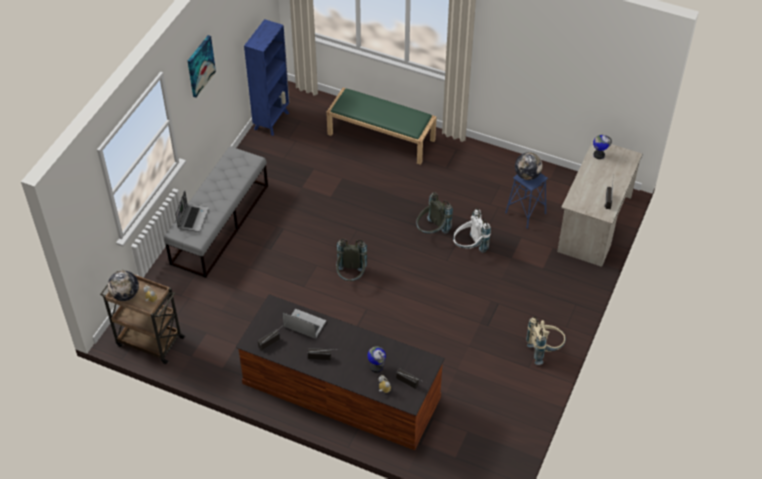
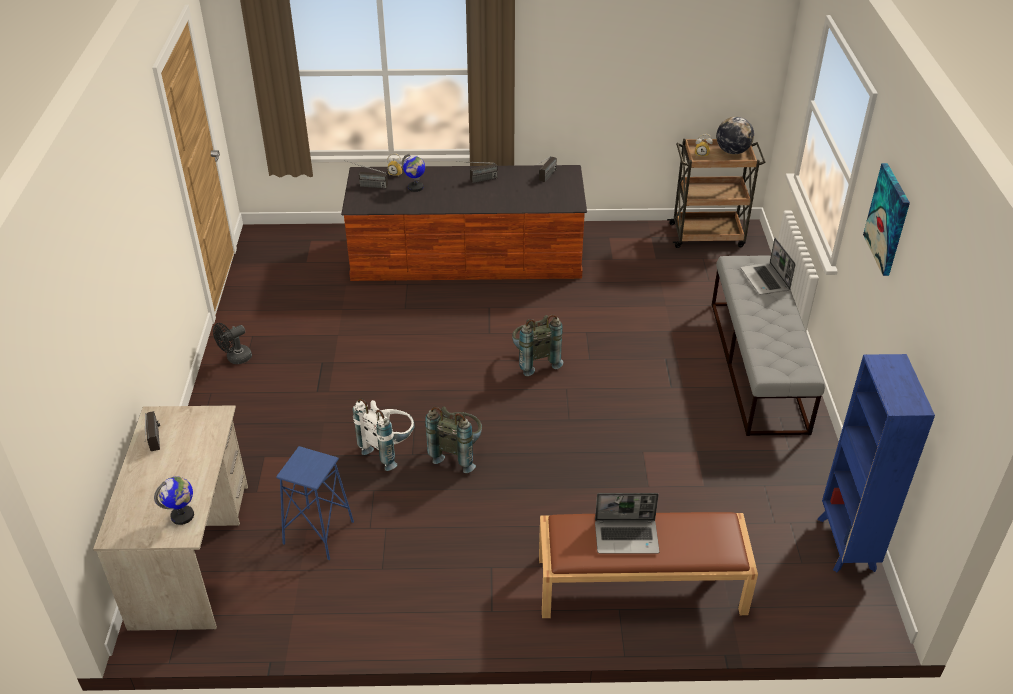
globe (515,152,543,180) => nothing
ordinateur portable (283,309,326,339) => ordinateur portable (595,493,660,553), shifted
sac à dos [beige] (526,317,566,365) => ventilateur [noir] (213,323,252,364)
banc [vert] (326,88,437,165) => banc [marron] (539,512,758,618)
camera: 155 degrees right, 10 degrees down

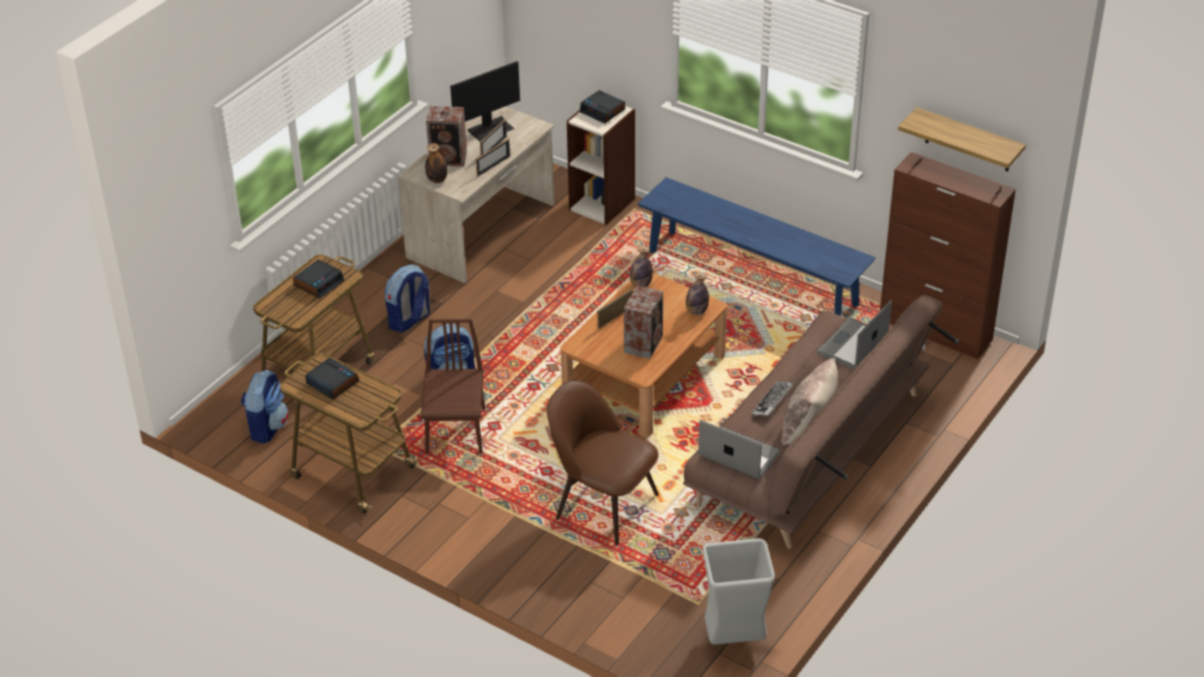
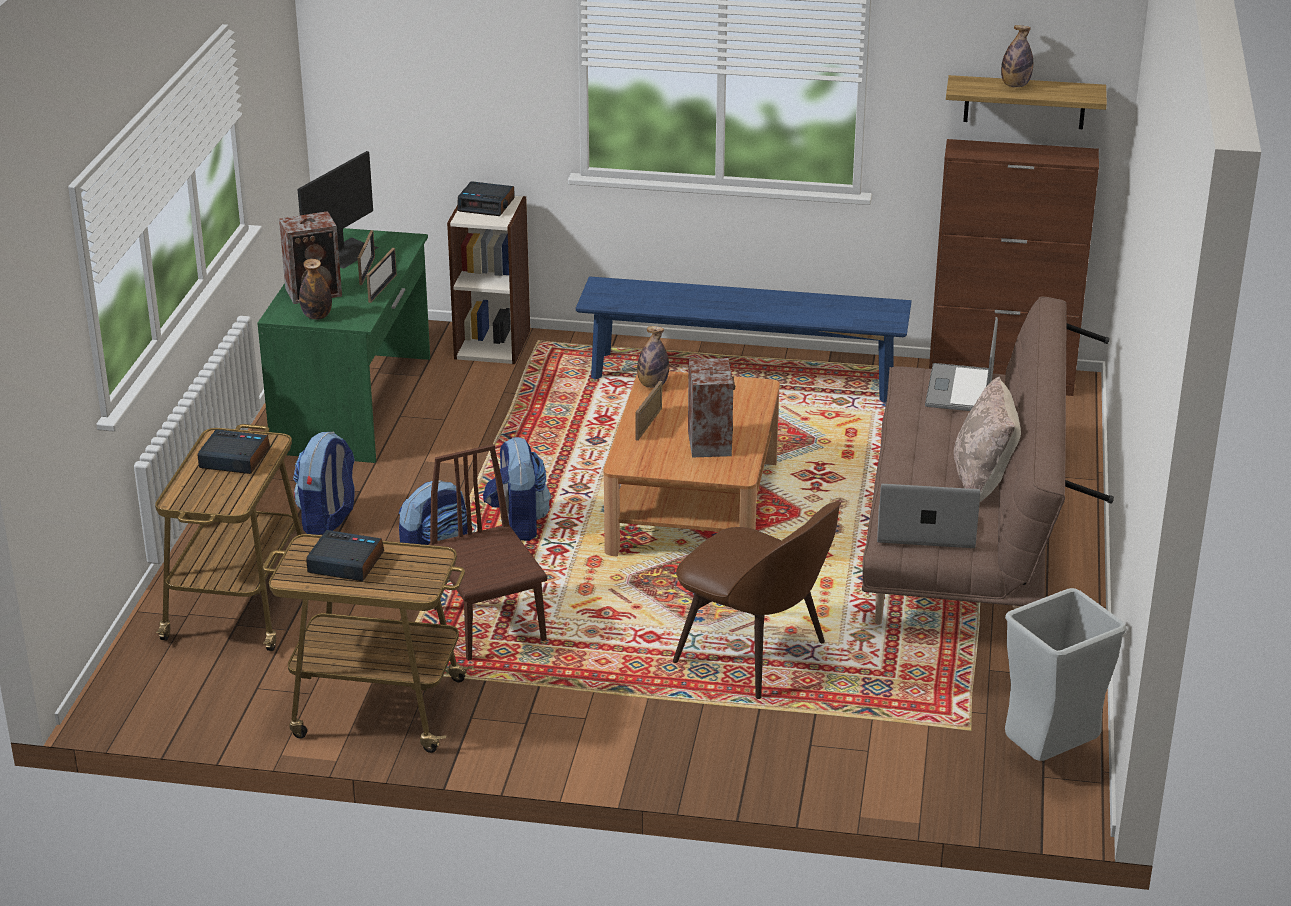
clavier (751,381,794,416) => nothing
sac à dos (240,370,289,444) => sac à dos (483,437,552,541), shifted
bouteille (686,272,709,315) => bouteille (1001,25,1033,87), shifted
bureau [beige] (398,106,554,283) => bureau [vert] (257,228,430,463)
réveil (293,259,344,299) => réveil (197,429,270,474), 90 degrees counterclockwise
chaise [marron] (547,380,659,546) => chaise [marron] (673,501,841,699), 150 degrees counterclockwise
camera: 25 degrees left, 10 degrees down

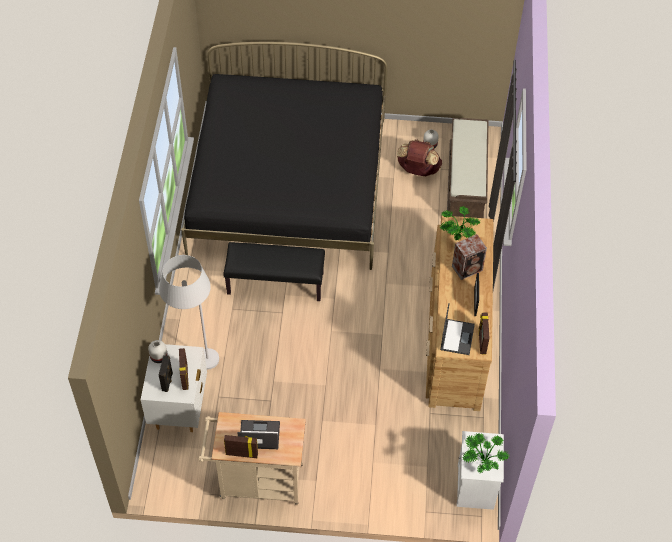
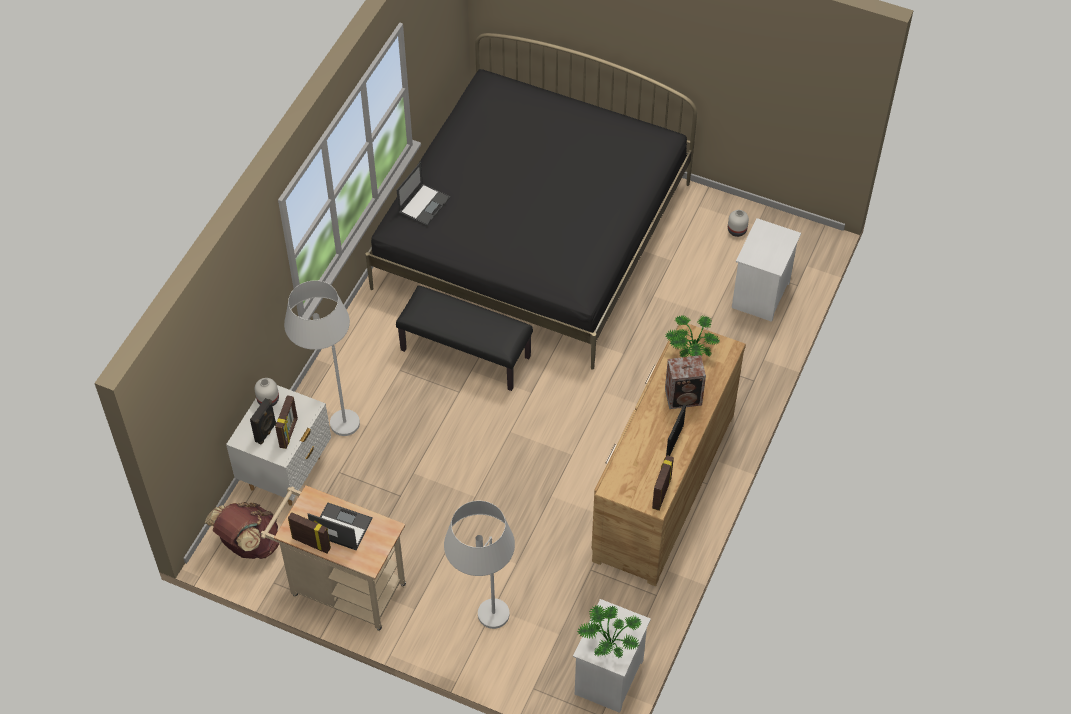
nothing => lampadaire [blanc] (444,501,515,629)
sac à dos [marron] (397,139,442,176) => sac à dos [marron] (205,502,279,559), shifted
ordinateur portable (440,303,475,355) => ordinateur portable (397,162,450,226), shifted
banc [marron] (447,118,489,218) => table de chevet [blanc] (732,218,801,322)
camera: 20 degrees right, 0 degrees up

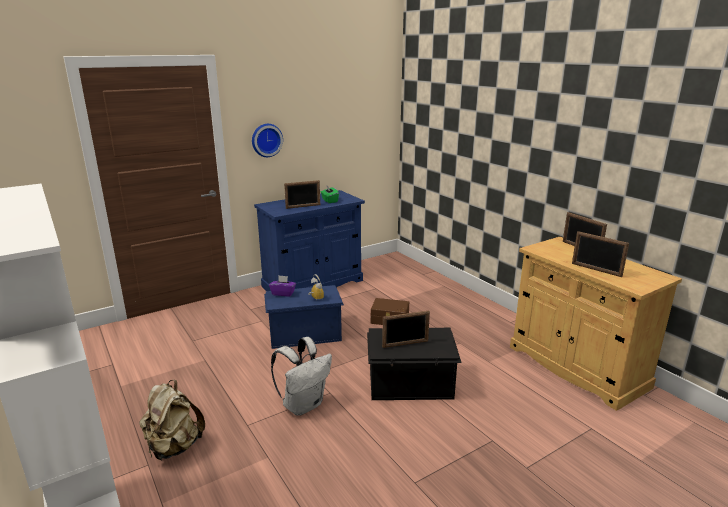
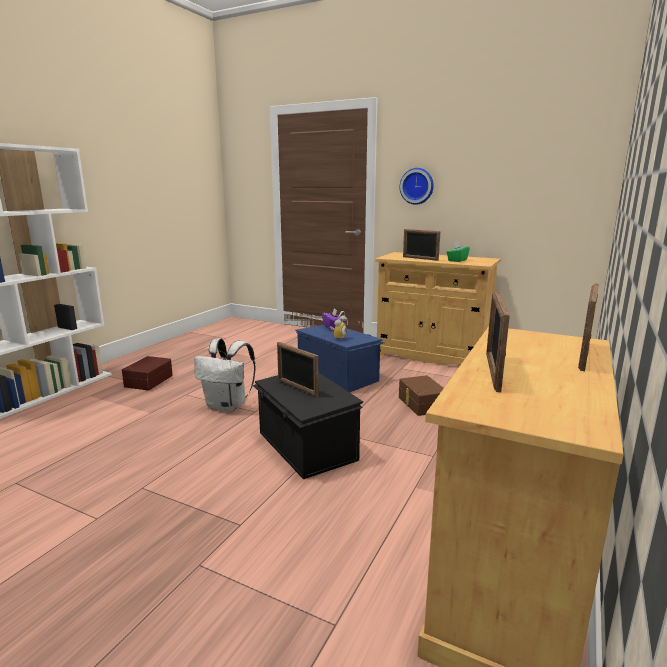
sac à dos [beige] (139,380,205,460) => boîte de rangement [marron] (122,356,173,391)
meuble de rangement [bleu] (254,190,365,291) => meuble de rangement [beige] (375,252,500,365)
camera: 60 degrees right, 5 degrees down

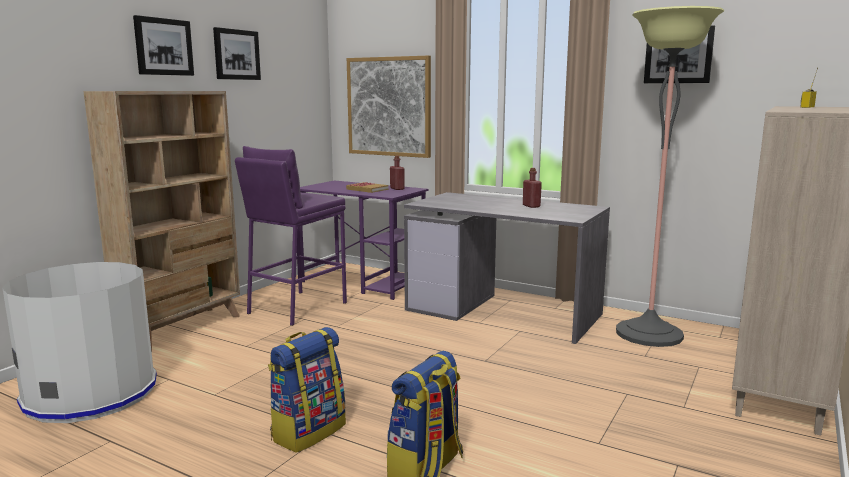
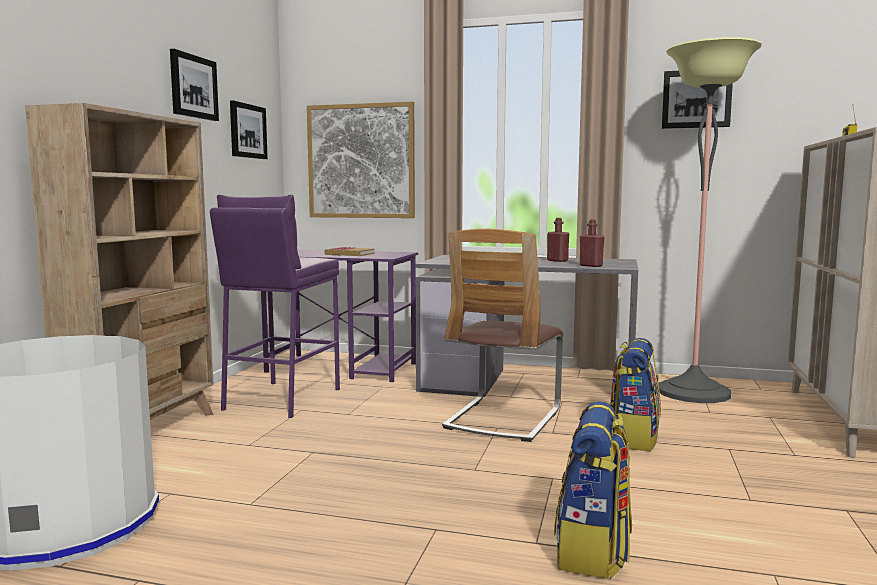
nothing => chaise (442,229,563,442)
tableau (133,15,194,76) => tableau (230,100,268,159), shifted
sac à dos (268,327,346,453) => sac à dos (610,338,661,451), shifted
bouteille [rouge] (390,156,404,190) => bouteille [rouge] (580,219,604,267), shifted
camera: 15 degrees left, 5 degrees down

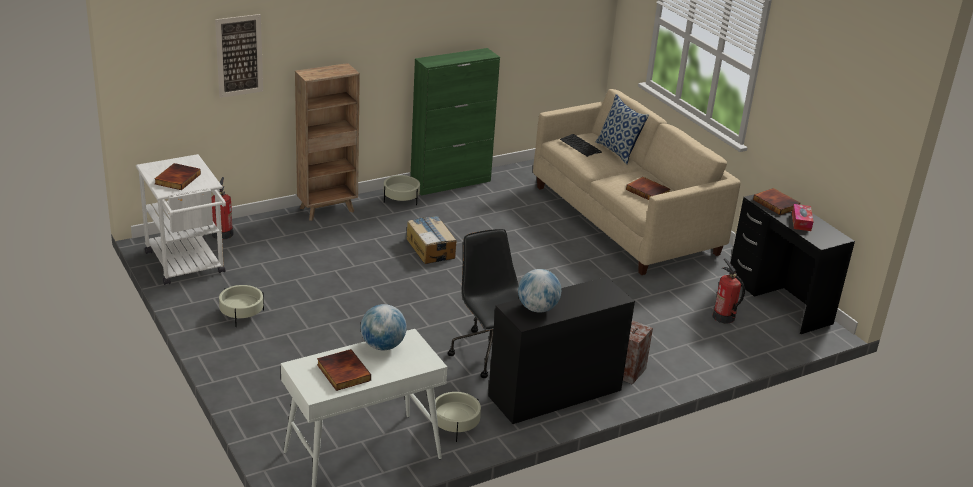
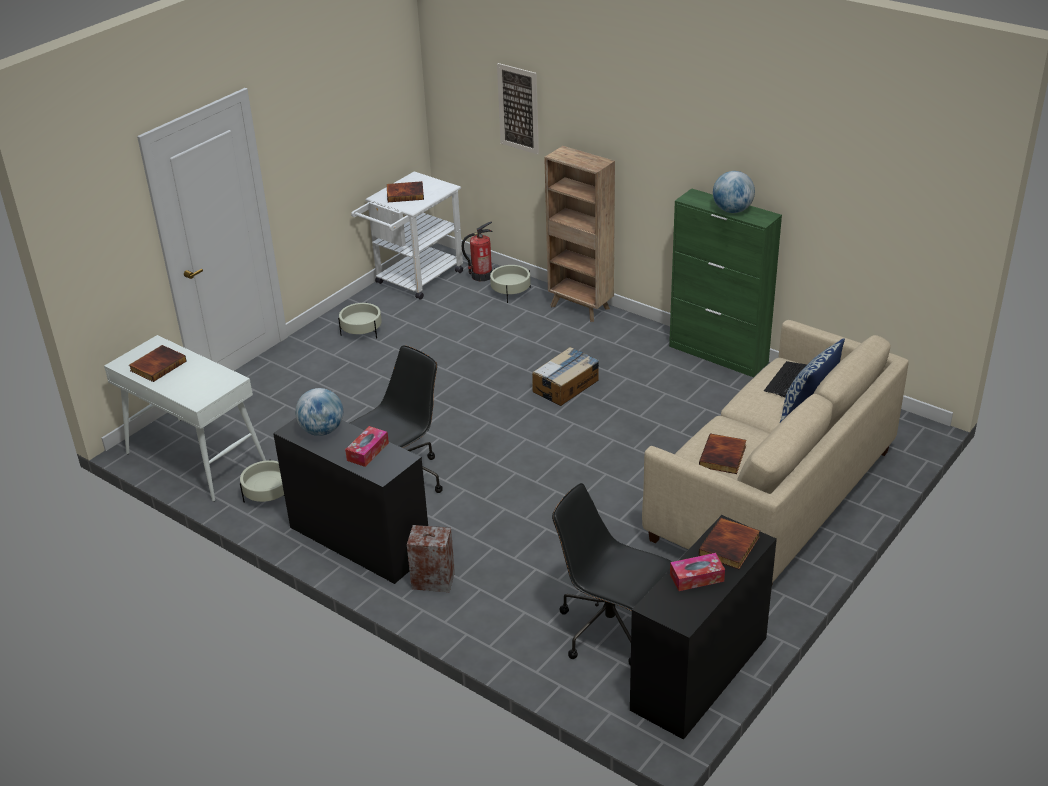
nothing => boîte à mouchoirs (345,426,389,467)
globe (361,304,407,350) => globe (713,171,755,213), shifted
cache-pot [beige] (384,175,420,205) => cache-pot [beige] (490,265,531,303), shifted
extincteur (712,258,745,324) => chaise de bureau [noir] (552,483,672,666)
camera: 70 degrees right, 5 degrees up

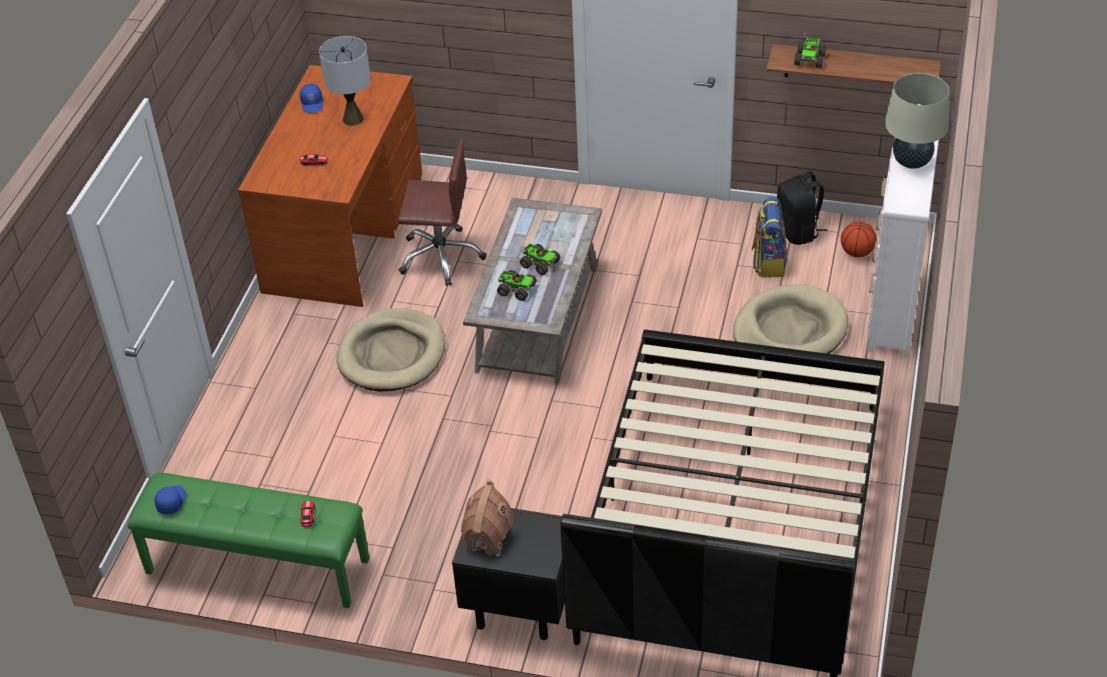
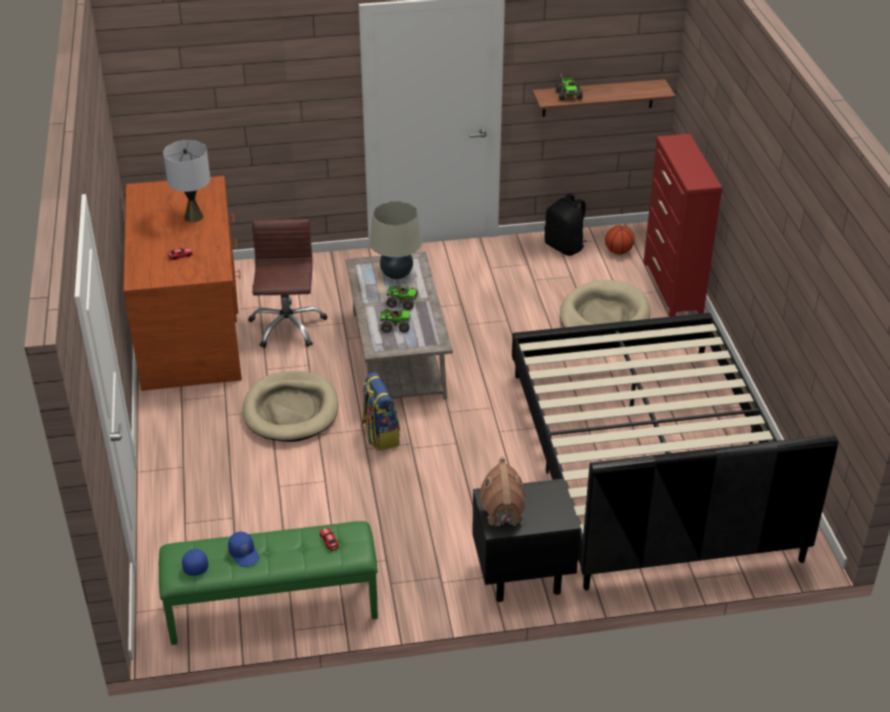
casquette [bleu] (300,84,323,113) => casquette [bleu] (228,532,259,567), shifted
sac à dos (752,197,787,277) => sac à dos (361,372,400,451), shifted
lampe de table [beige] (885,73,950,169) => lampe de table [beige] (370,201,422,279), shifted
commode [blanc] (867,138,939,357) => commode [rouge] (644,134,723,317)
chaise de bureau [marron] (398,140,487,286) => chaise de bureau [marron] (248,219,327,348), 75 degrees counterclockwise
camera: 25 degrees left, 5 degrees down

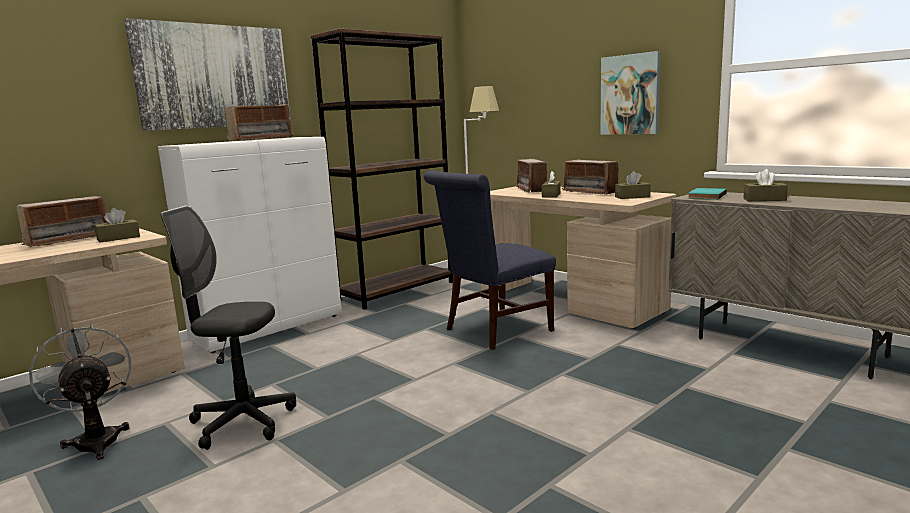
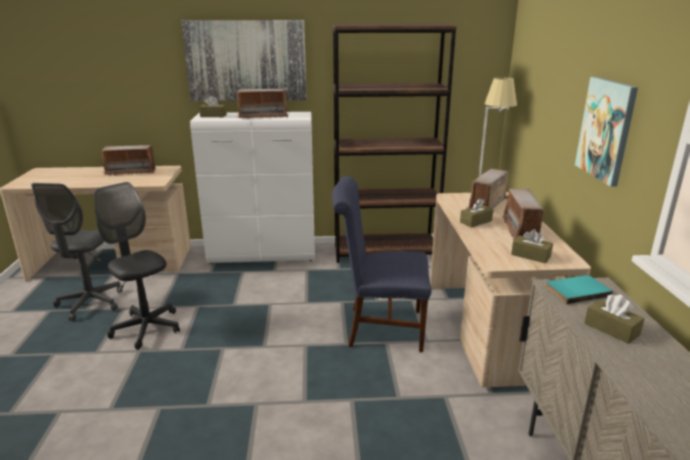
boîte à mouchoirs [marron] (94,208,140,242) => boîte à mouchoirs [marron] (199,96,227,117), shifted
ventilateur [gris] (29,324,131,460) => chaise de bureau [gris] (31,183,123,321)
camera: 40 degrees right, 10 degrees up

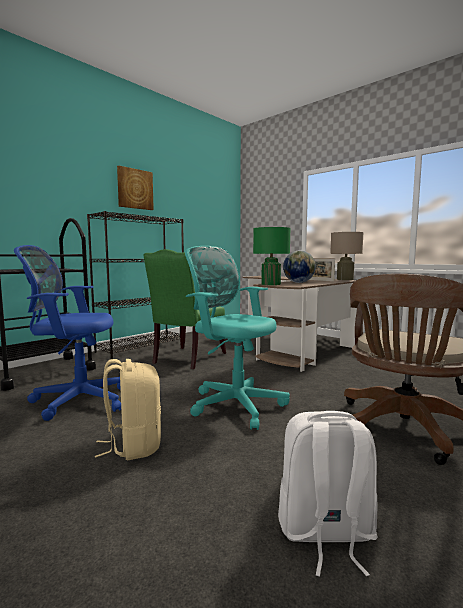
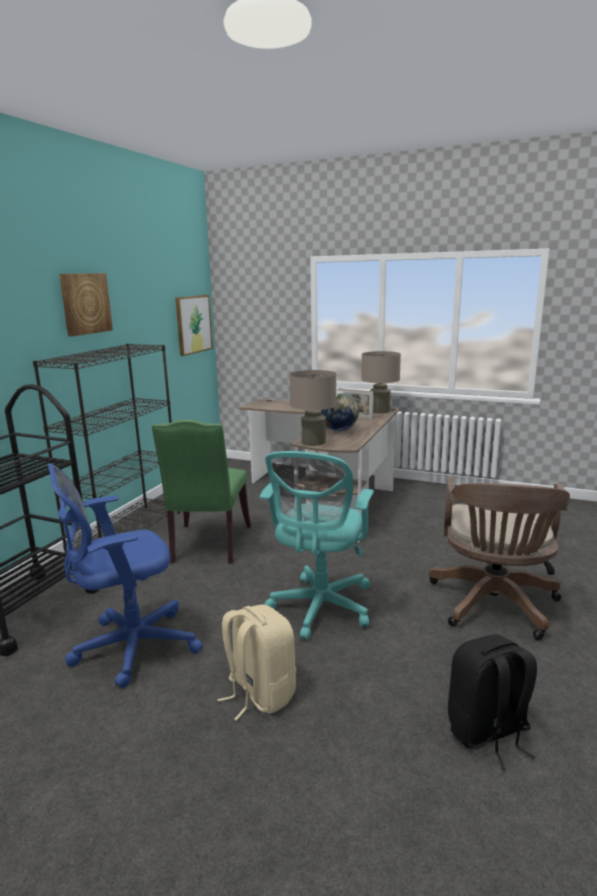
nothing => tableau (175,295,213,356)
lampe de table [vert] (253,227,291,285) => lampe de table [beige] (289,370,336,446)
sac à dos [blanc] (278,411,378,576) => sac à dos [noir] (448,635,537,770)
chaise de bureau [turquoise] (185,246,290,430) => chaise de bureau [turquoise] (260,451,374,640), 90 degrees counterclockwise
camera: 20 degrees left, 10 degrees up

